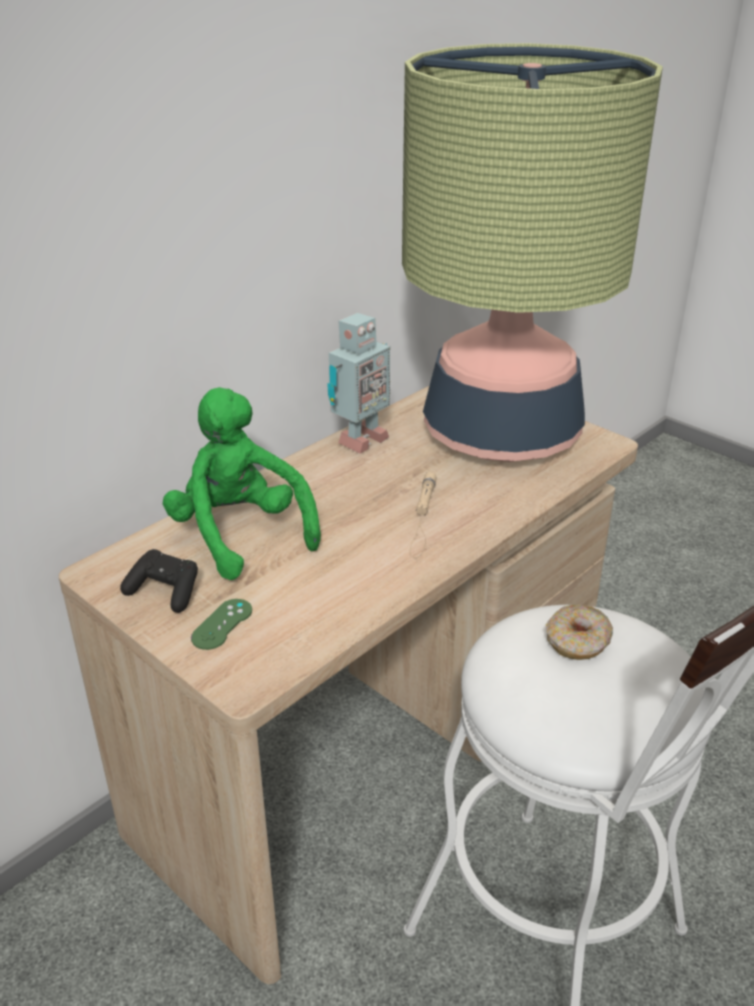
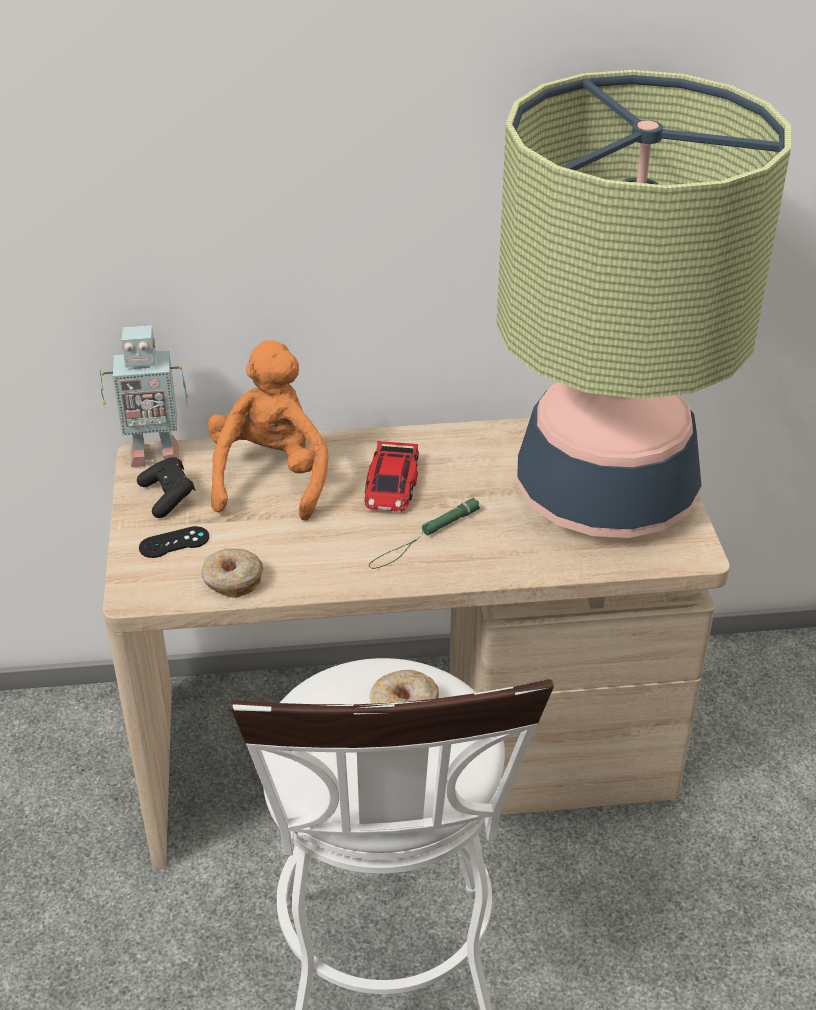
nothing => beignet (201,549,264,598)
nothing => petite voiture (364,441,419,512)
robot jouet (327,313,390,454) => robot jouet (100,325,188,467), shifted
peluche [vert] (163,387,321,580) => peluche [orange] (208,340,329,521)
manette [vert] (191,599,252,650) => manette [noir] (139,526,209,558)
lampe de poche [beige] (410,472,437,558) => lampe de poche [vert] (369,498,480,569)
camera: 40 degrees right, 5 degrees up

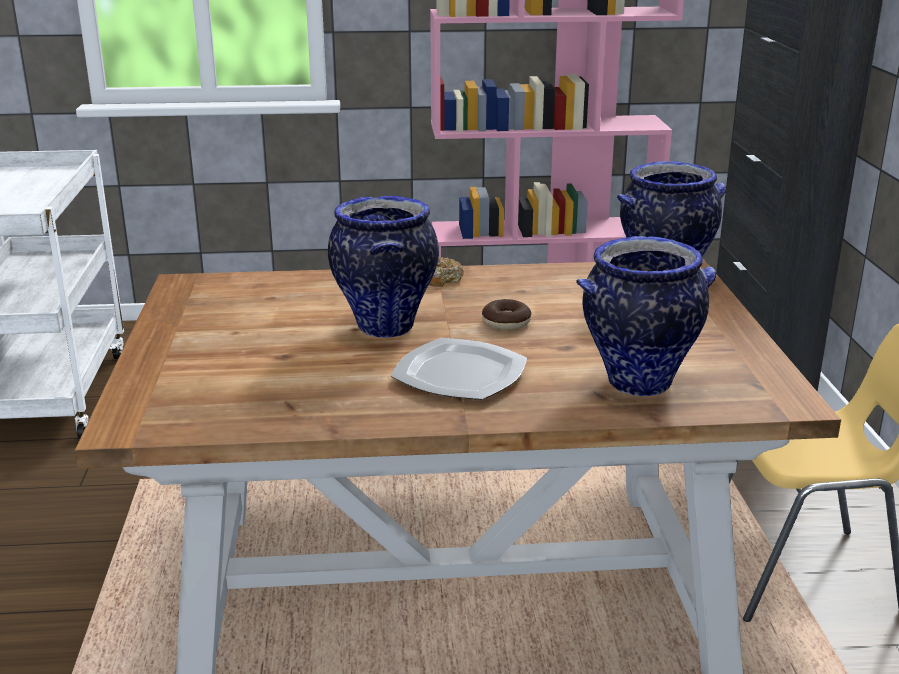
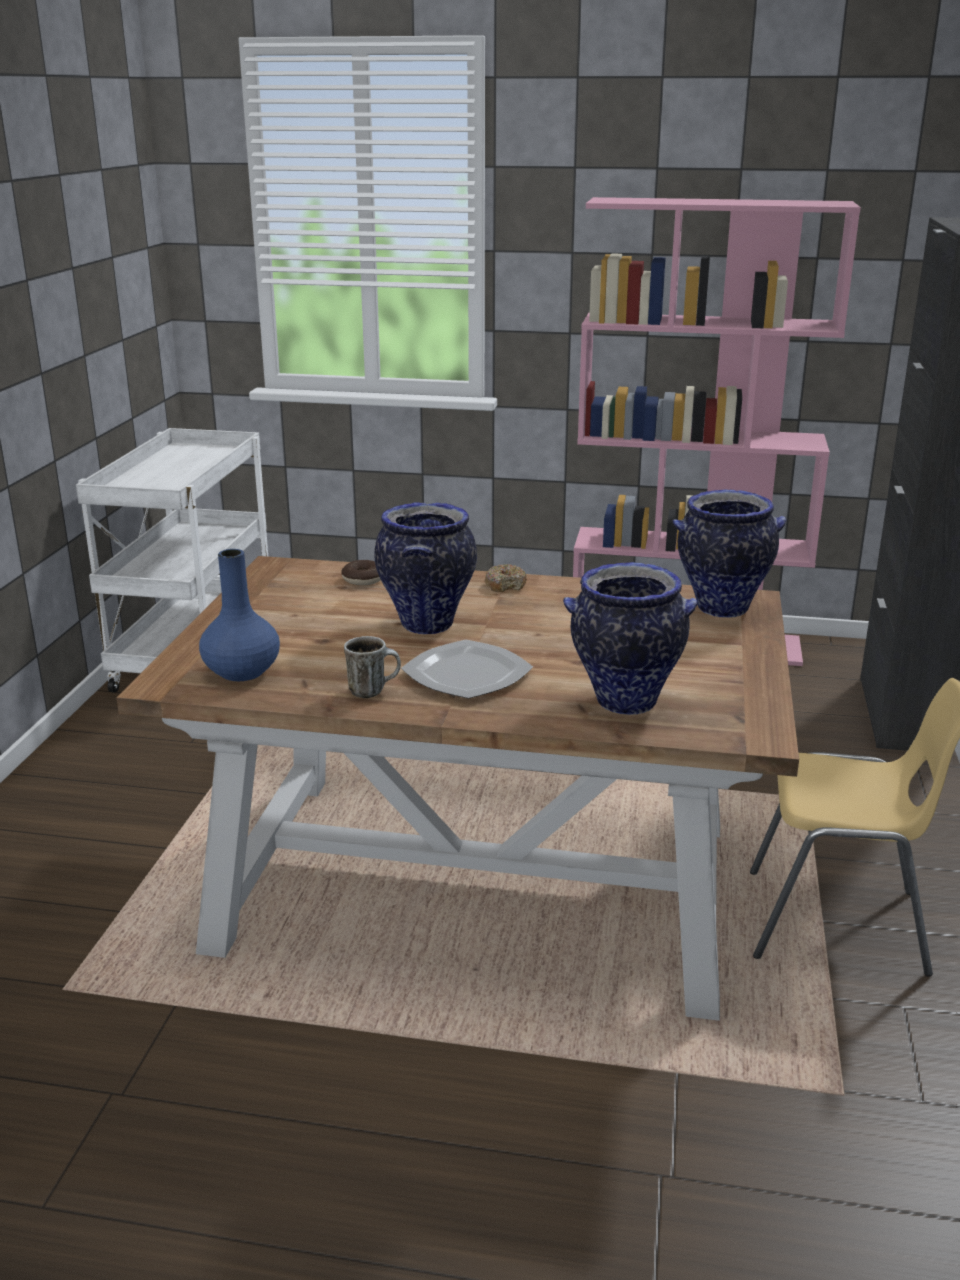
nothing => vase [bleu] (199,549,280,681)
nothing => mug (344,636,401,698)
beignet (482,299,531,330) => beignet (341,560,381,585), shifted
camera: 15 degrees right, 0 degrees up

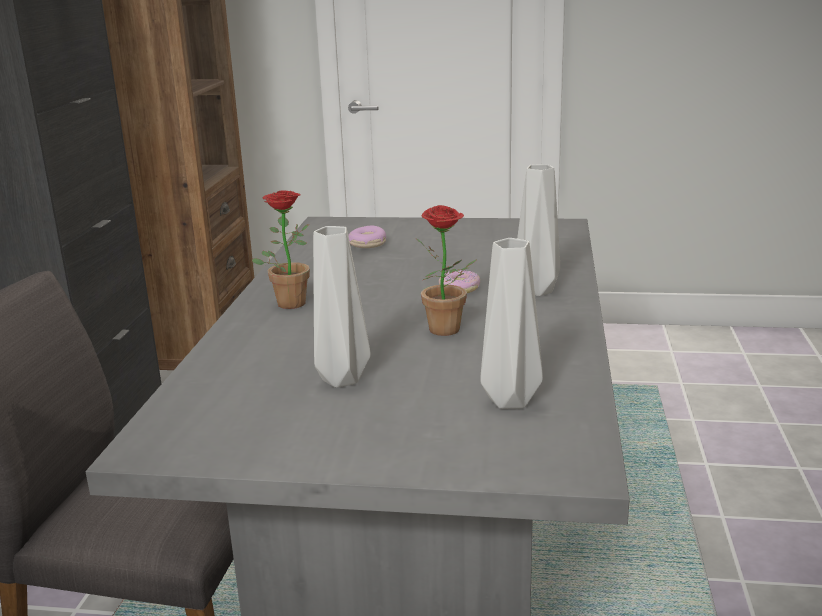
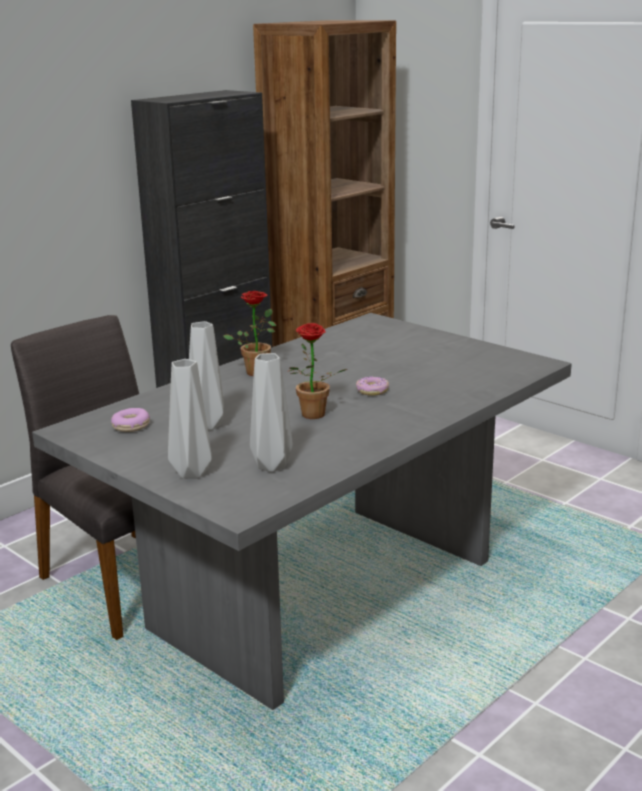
beignet (348,225,386,248) => beignet (111,408,150,432), shifted
vase [gris] (517,164,560,296) => vase [gris] (168,359,212,479), shifted
camera: 35 degrees right, 0 degrees up

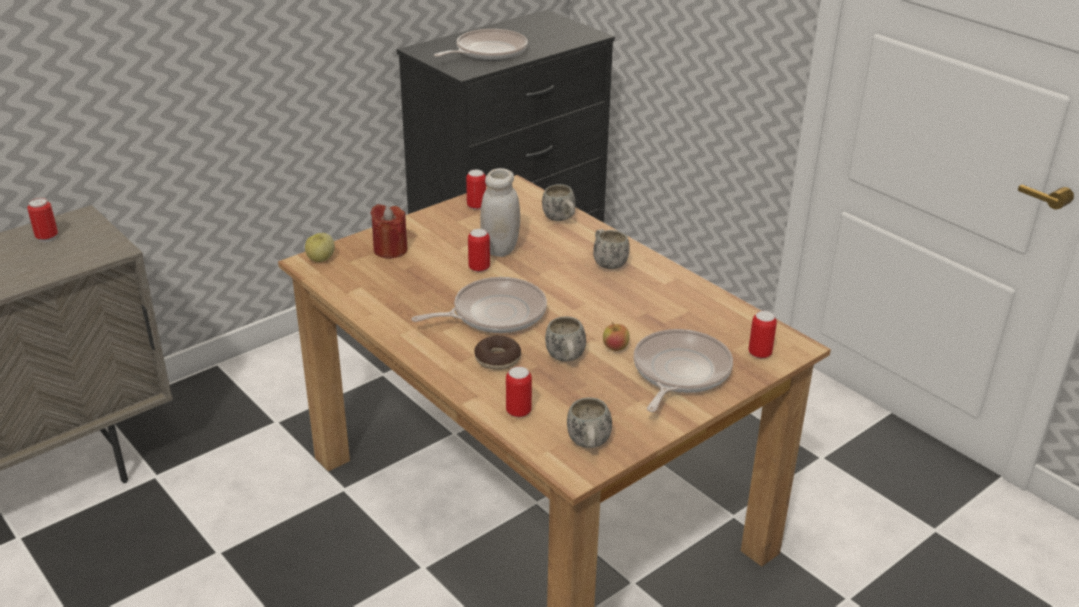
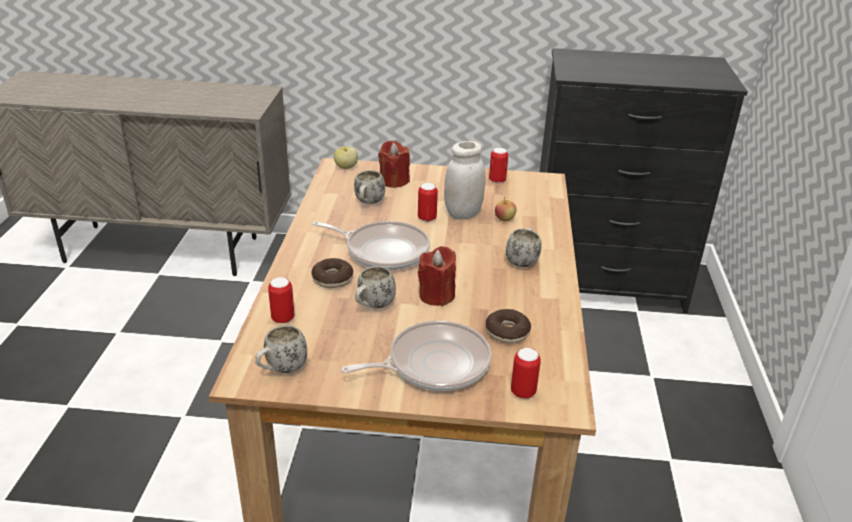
boîte métallique (27,198,58,242) => nothing
poêle (434,29,528,61) => nothing
nothing => bougie [rouge] (418,246,456,306)
nothing => beignet (485,309,531,344)
mug [blanc] (542,184,575,221) => mug [blanc] (354,170,385,204), shifted
pomme (603,322,630,351) => pomme (495,197,517,222), shifted
camera: 45 degrees right, 0 degrees up

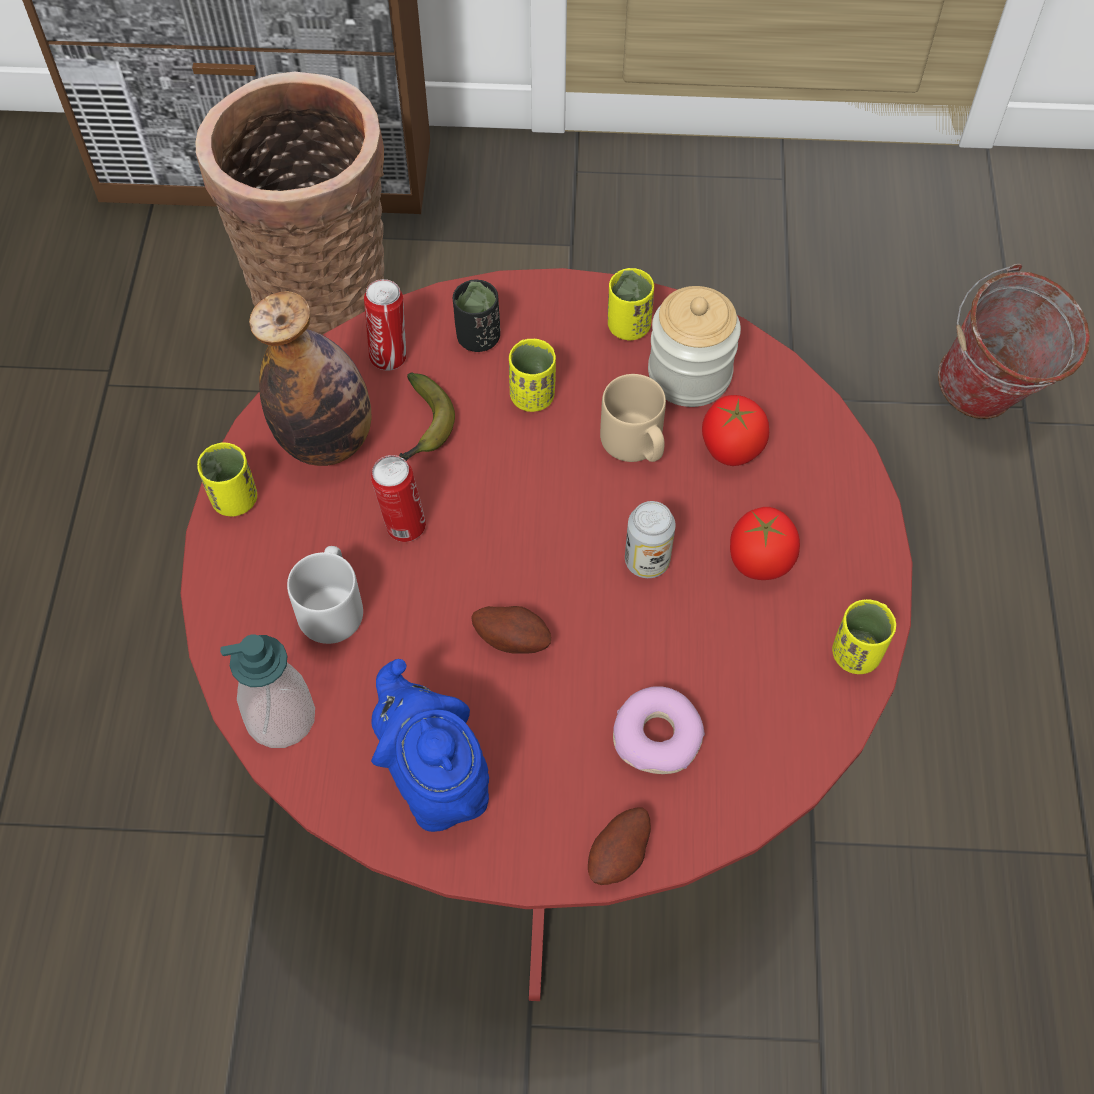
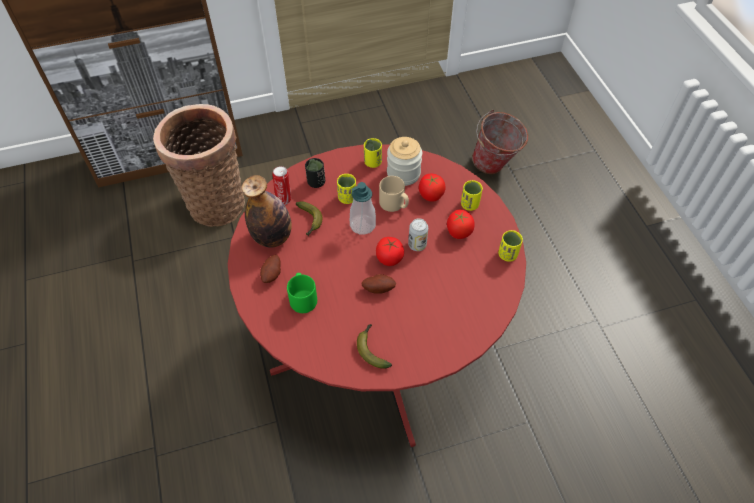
boîte métallique (371,455,426,542) => nothing
beignet (613,686,705,774) => nothing
nothing => tomate (376,237,404,266)
tasse [jaune] (197,442,257,516) => tasse [jaune] (461,180,483,211), shifted
distributeur de savon (220,635,315,748) => distributeur de savon (350,182,376,235), shifted
pomme de terre (588,807,651,885) => pomme de terre (260,255,281,283), shifted
théière [bleu] (371,659,489,832) => banane (357,324,392,369)
mug [gris] (287,546,363,644) => mug [vert] (287,273,317,313)
camera: 20 degrees left, 5 degrees down

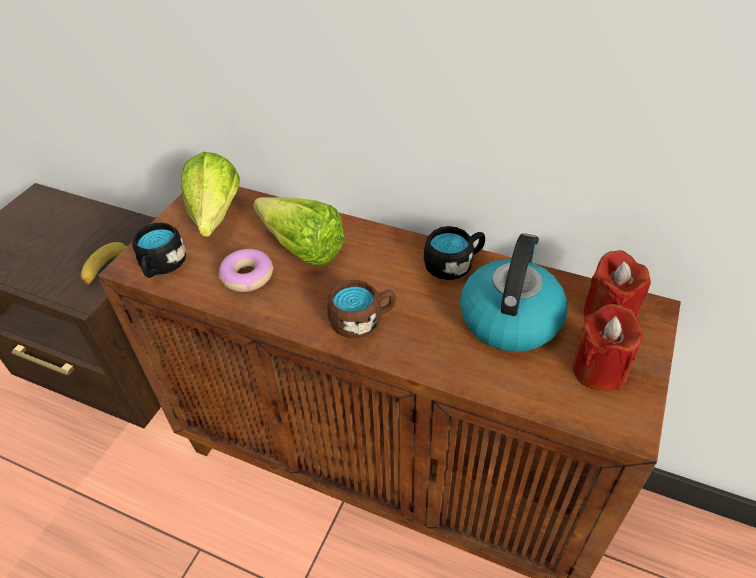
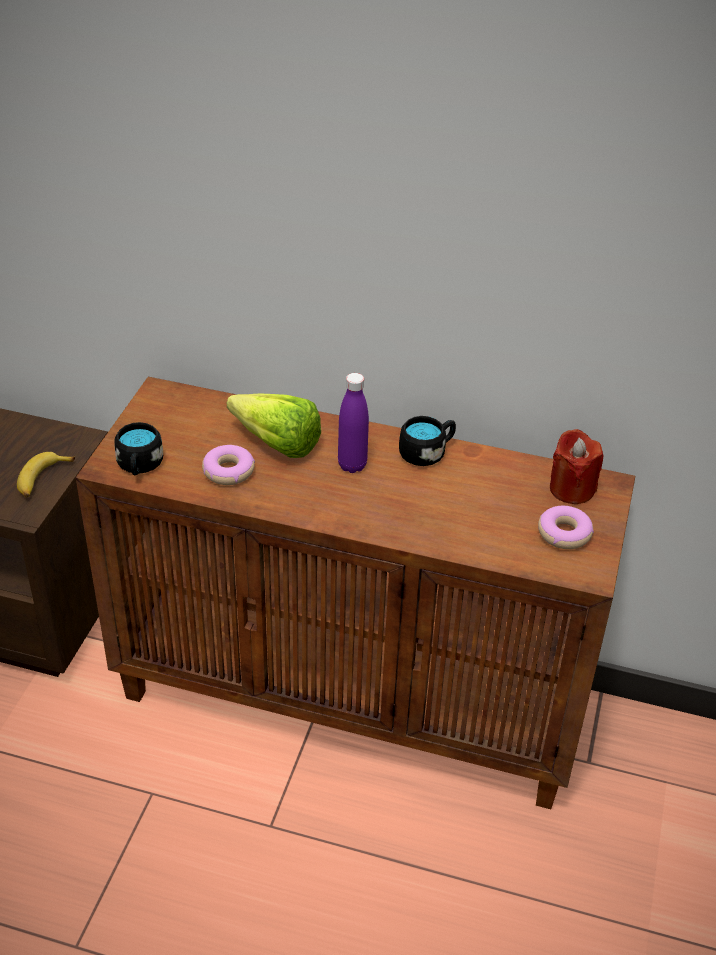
laitue (181,152,240,237) => nothing
mug [marron] (327,280,396,338) => nothing
bouilloire (460,234,567,352) => nothing
nothing => bouteille [violet] (338,373,369,473)
bougie [rouge] (572,304,643,392) => beignet (538,506,594,549)
camera: 10 degrees left, 5 degrees down

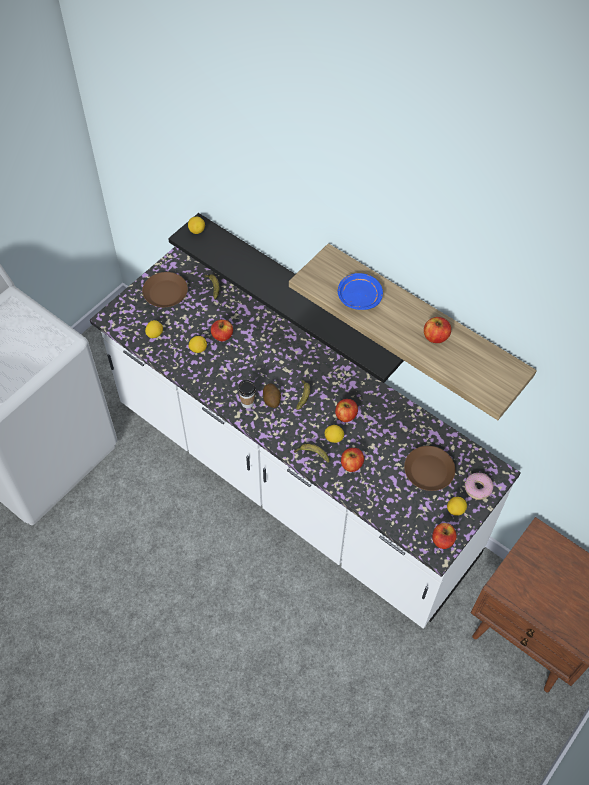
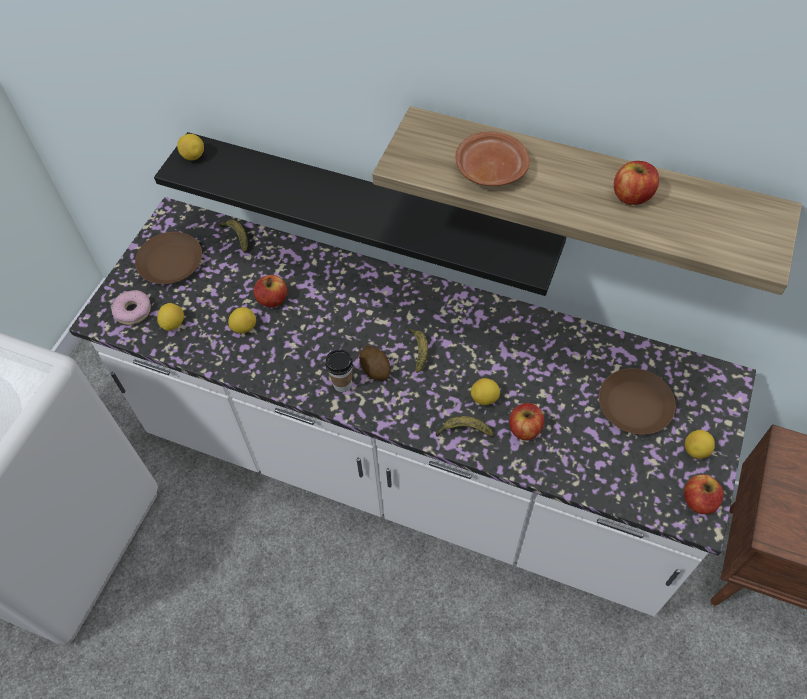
pomme (335,399,358,422) => nothing
beignet (465,473,493,500) => beignet (111,290,151,325), shifted
assiette [bleu] (338,273,383,310) => assiette [marron] (455,131,530,186)
camera: 15 degrees left, 0 degrees up

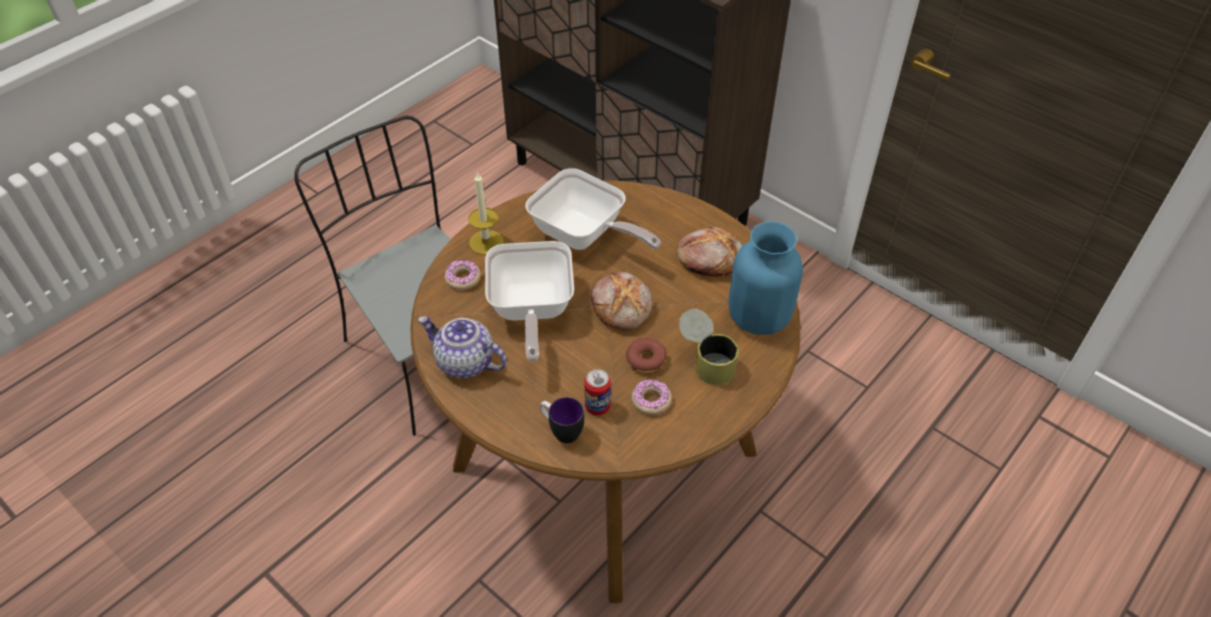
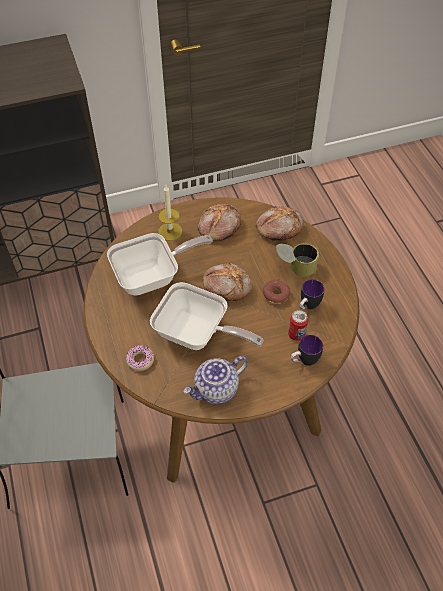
bougie (468,171,504,255) => bougie (158,185,182,241), shifted
beignet (632,379,672,415) => mug (299,279,324,309)
vase [bleu] (728,222,803,335) => pain (256,206,304,241)
camera: 60 degrees left, 5 degrees up

